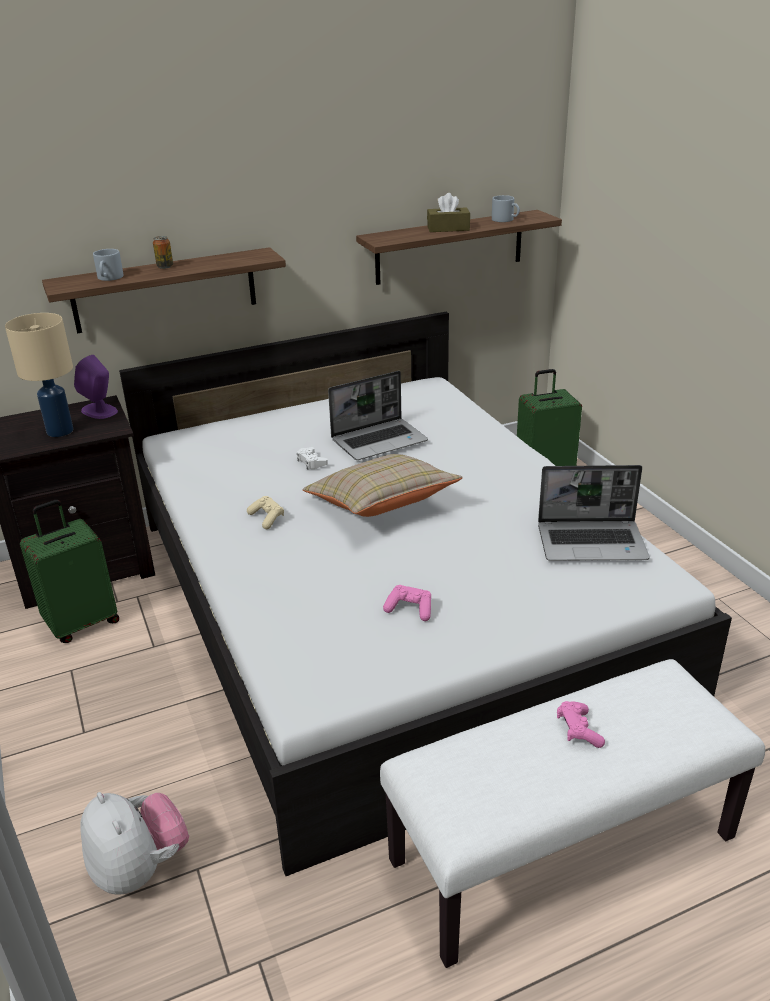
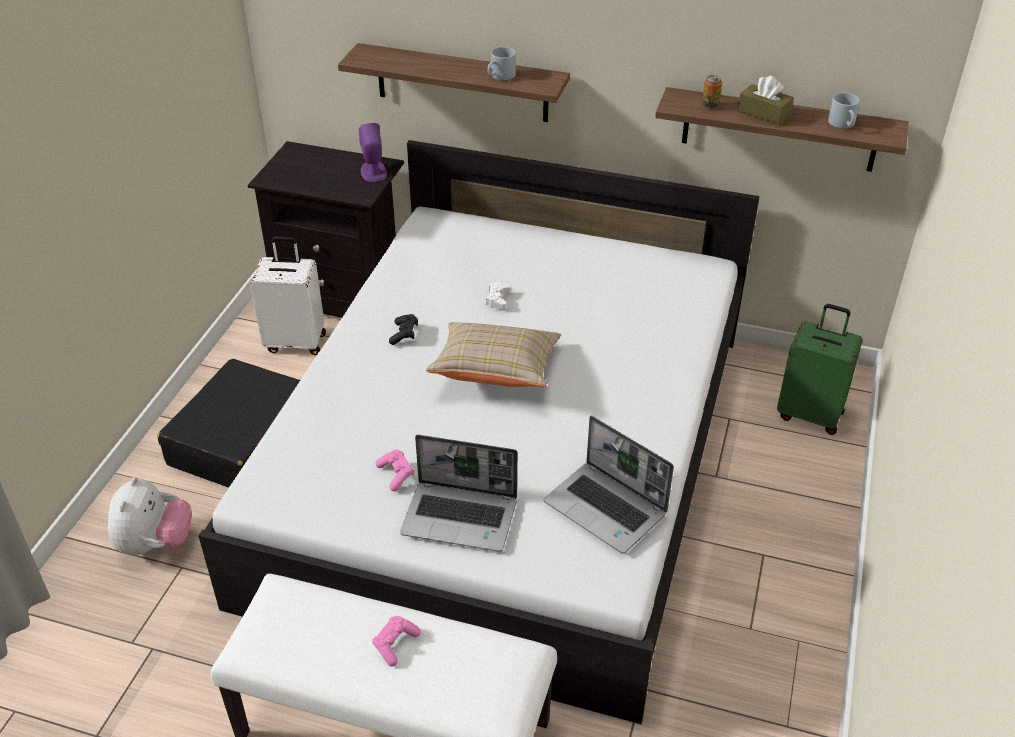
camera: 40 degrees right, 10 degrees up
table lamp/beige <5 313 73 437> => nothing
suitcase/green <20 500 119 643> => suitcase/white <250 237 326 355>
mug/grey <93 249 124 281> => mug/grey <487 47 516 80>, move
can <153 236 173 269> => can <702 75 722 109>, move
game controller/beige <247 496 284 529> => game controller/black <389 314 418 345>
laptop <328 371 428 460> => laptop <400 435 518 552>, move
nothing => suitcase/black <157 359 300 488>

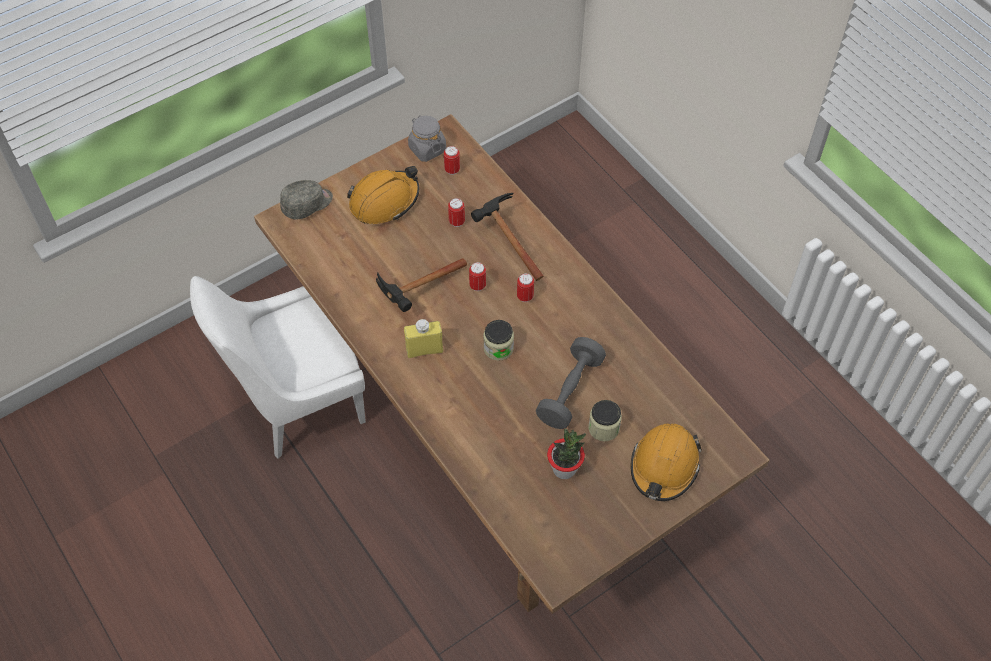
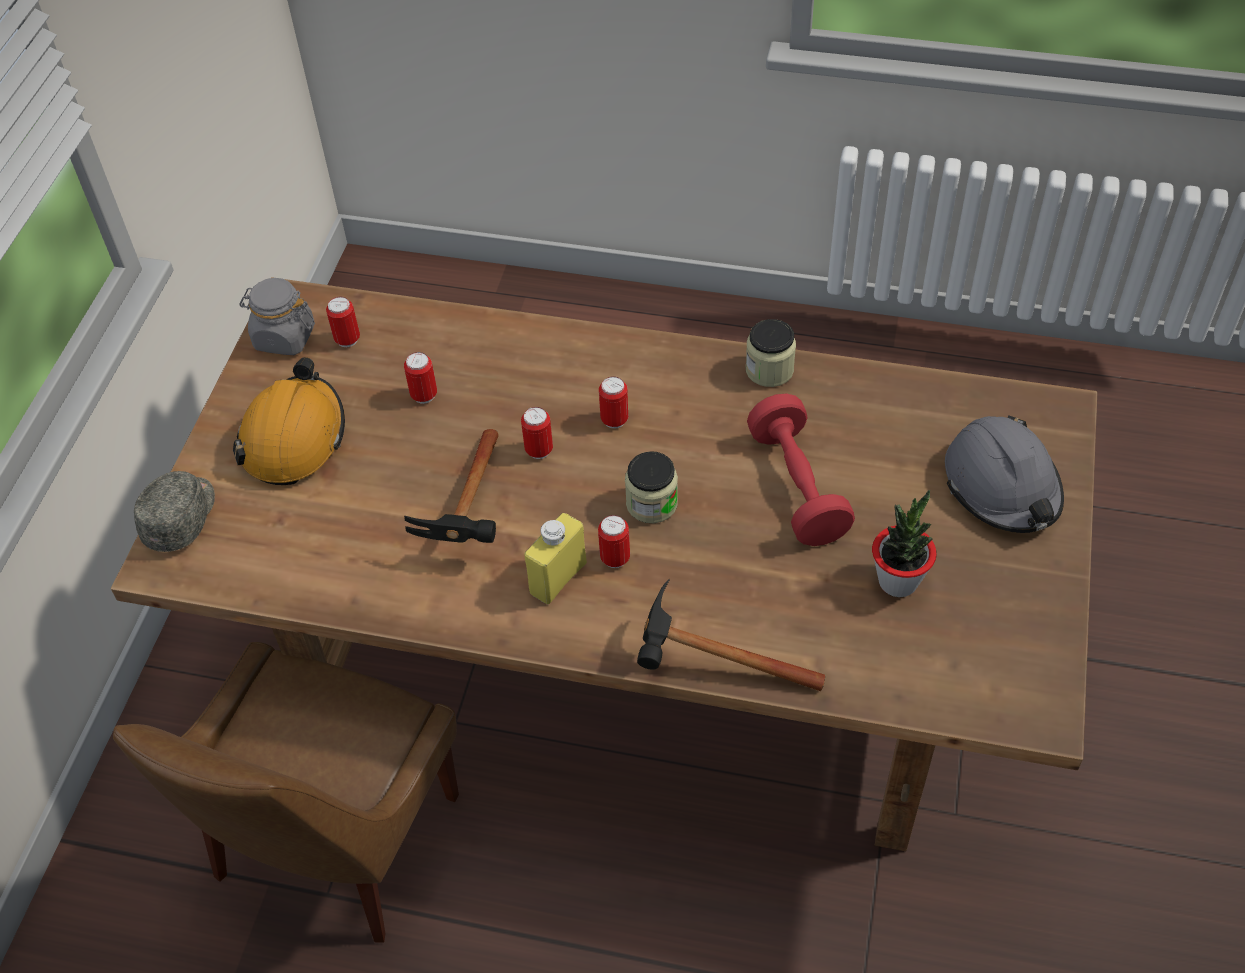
camera: 40 degrees left, 5 degrees down
chair/white <190 276 366 458> => chair/brown <113 642 459 943>
hammer <471 193 543 281> => hammer <637 579 825 691>, move
dumbbell/grey <536 337 606 429> => dumbbell/red <747 394 855 546>
jar <588 400 622 441> => jar <746 319 796 387>, move
hard hat/orange <631 424 702 501> => hard hat/grey <945 416 1064 533>
nothing => can <598 515 630 568>

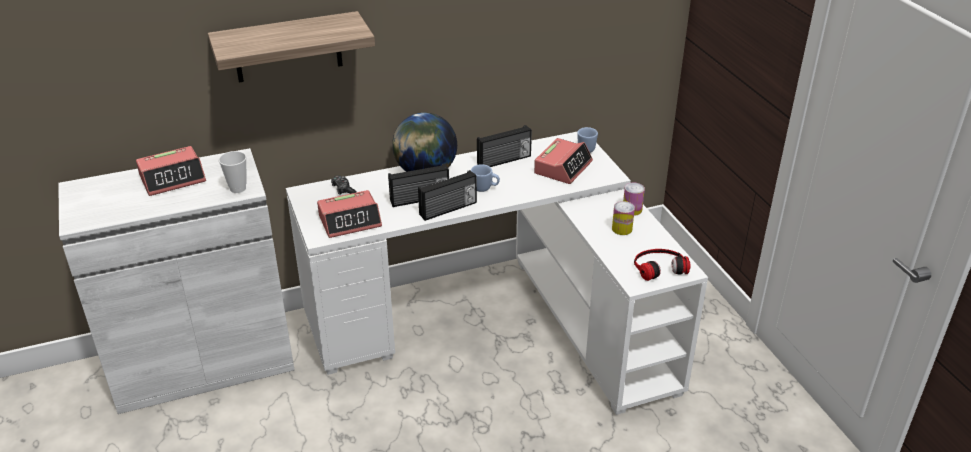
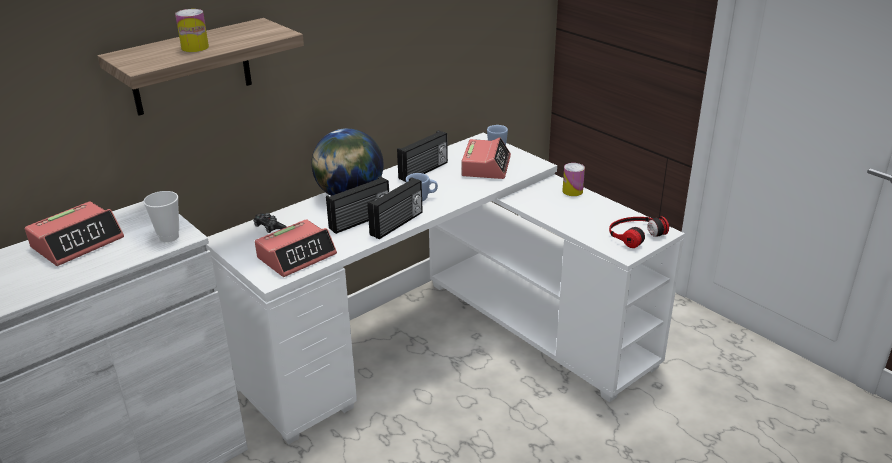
camera: 20 degrees left, 5 degrees down
can <612 201 635 235> => can <175 9 209 52>, move

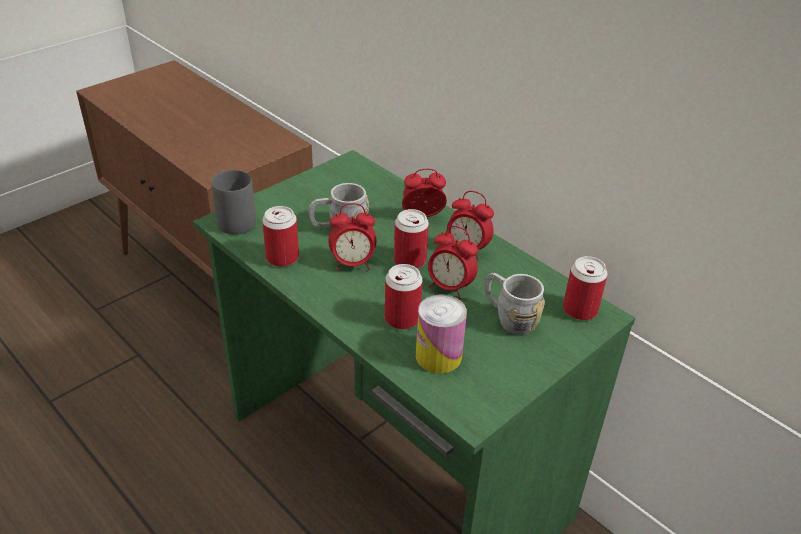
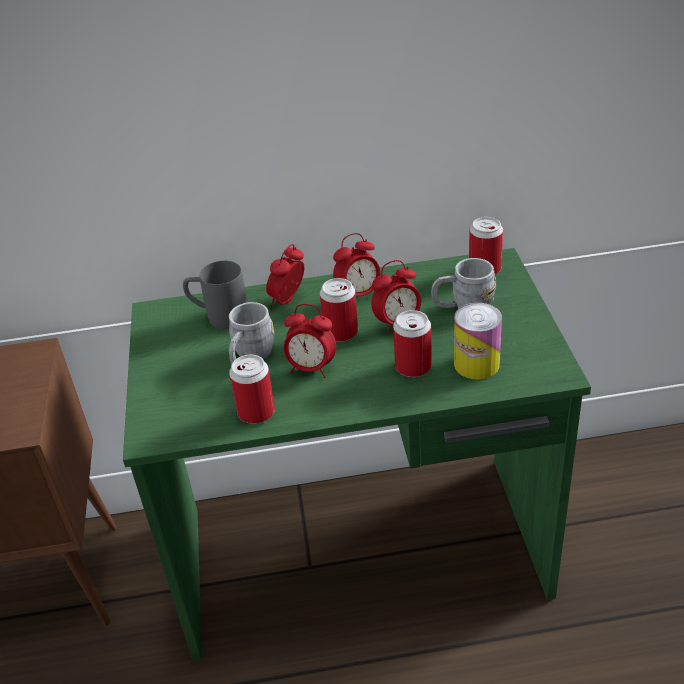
camera: 50 degrees left, 0 degrees up
mug/grey <212 170 256 234> => mug/grey <183 261 248 329>, move
alarm clock <328 203 376 271> => alarm clock <284 304 336 378>, 75 degrees clockwise

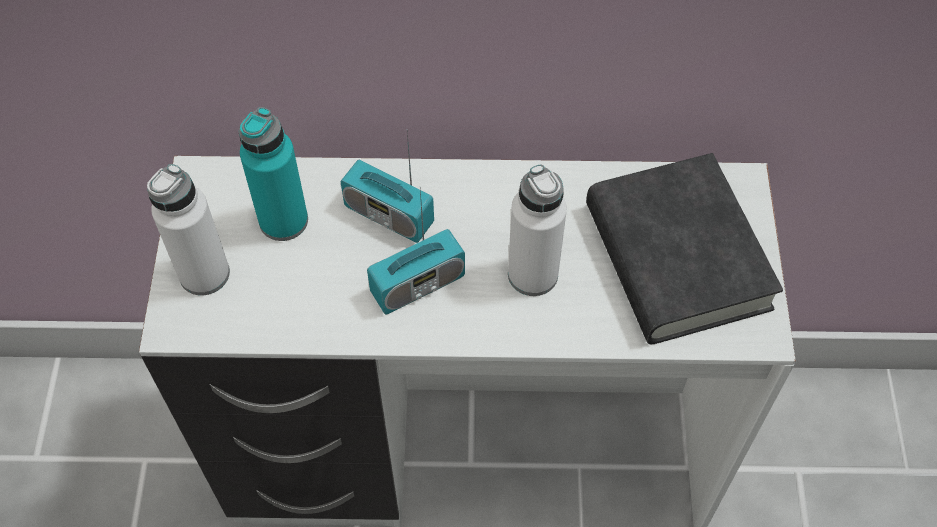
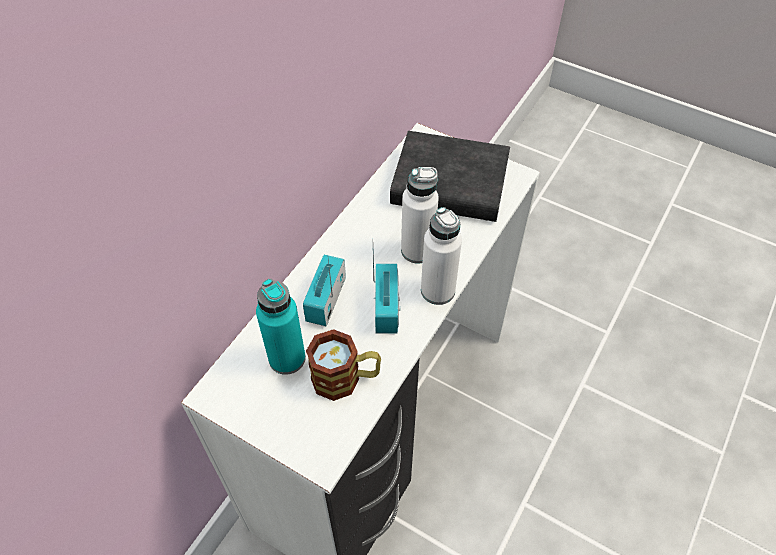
camera: 60 degrees left, 5 degrees down
bottle/white <147 164 230 295> => bottle/white <421 207 462 305>, move
radio <341 129 434 243> => radio <303 254 346 326>, 135 degrees clockwise
nothing => mug <306 329 381 401>

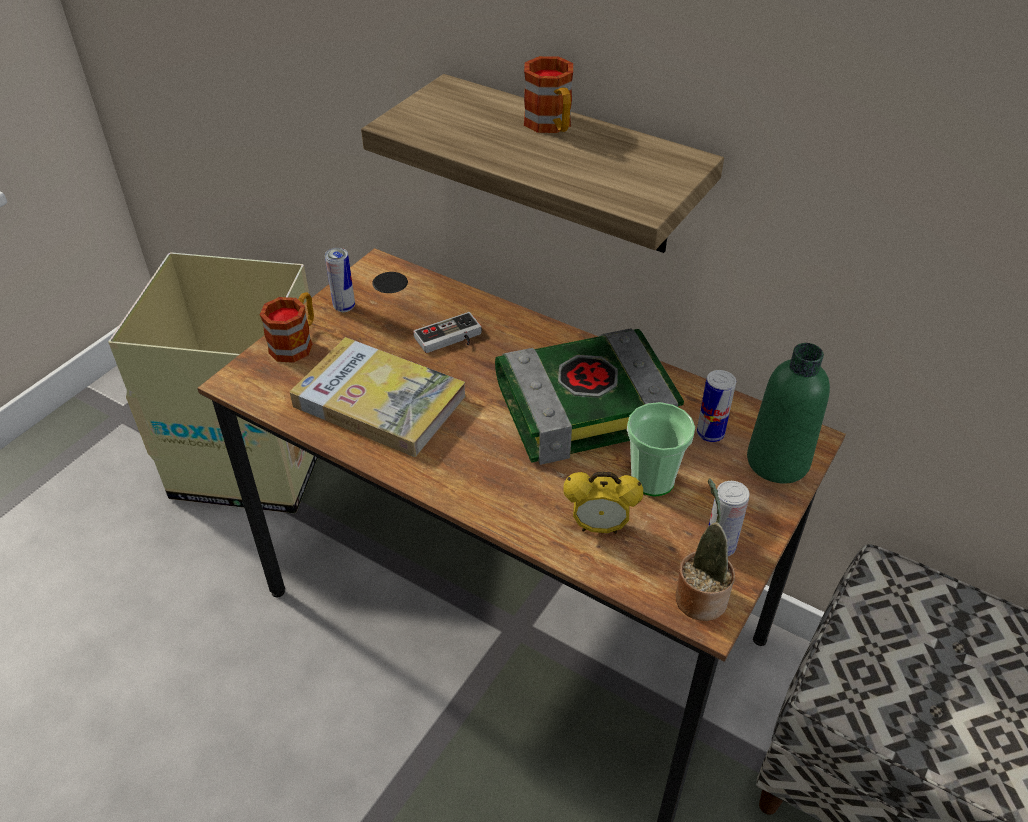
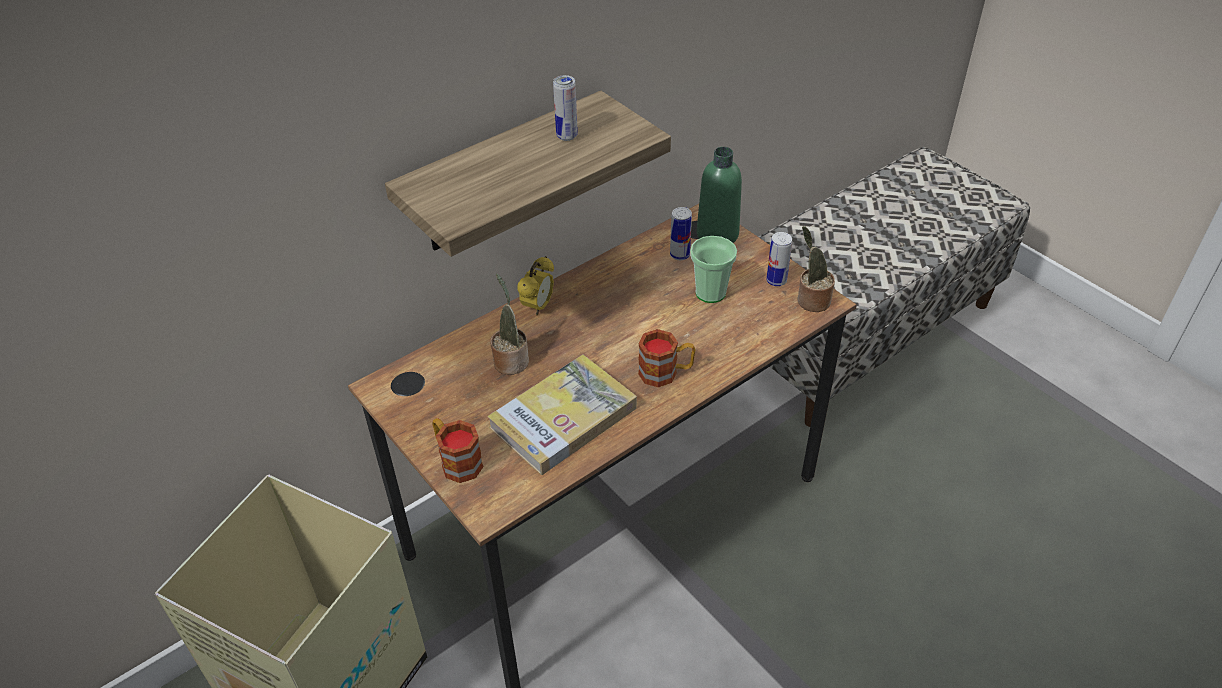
camera: 70 degrees left, 0 degrees up
can <325 248 355 312> => can <553 75 578 141>, move
game controller <413 312 482 353> => potted plant <490 274 529 375>
book <495 328 684 465> => nothing
mug <524 56 573 133> => mug <638 329 695 387>, move
alarm clock <563 472 643 534> => alarm clock <518 256 554 315>, move

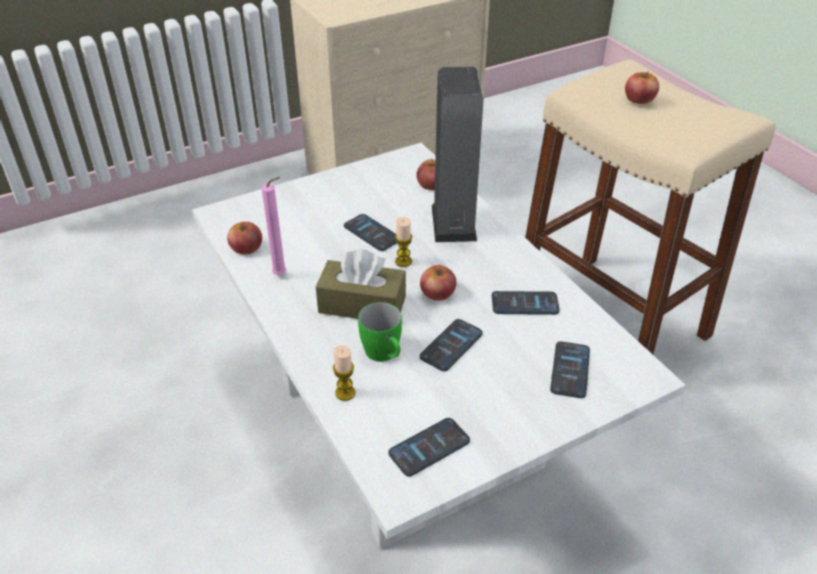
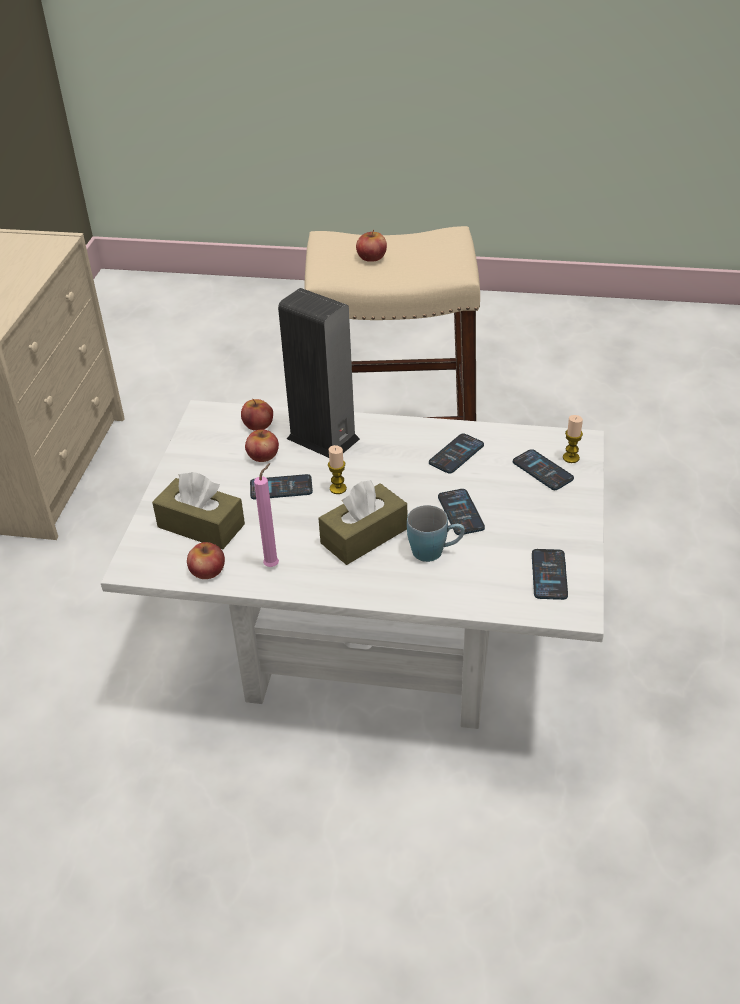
camera: 50 degrees left, 0 degrees up
candle <333 345 356 401> => candle <563 415 583 463>, move
mug/green <358 302 402 362> => mug/blue <407 505 465 562>
apple <420 265 456 301> => apple <245 429 279 462>, move
nothing => tissue box/brown <152 472 245 549>

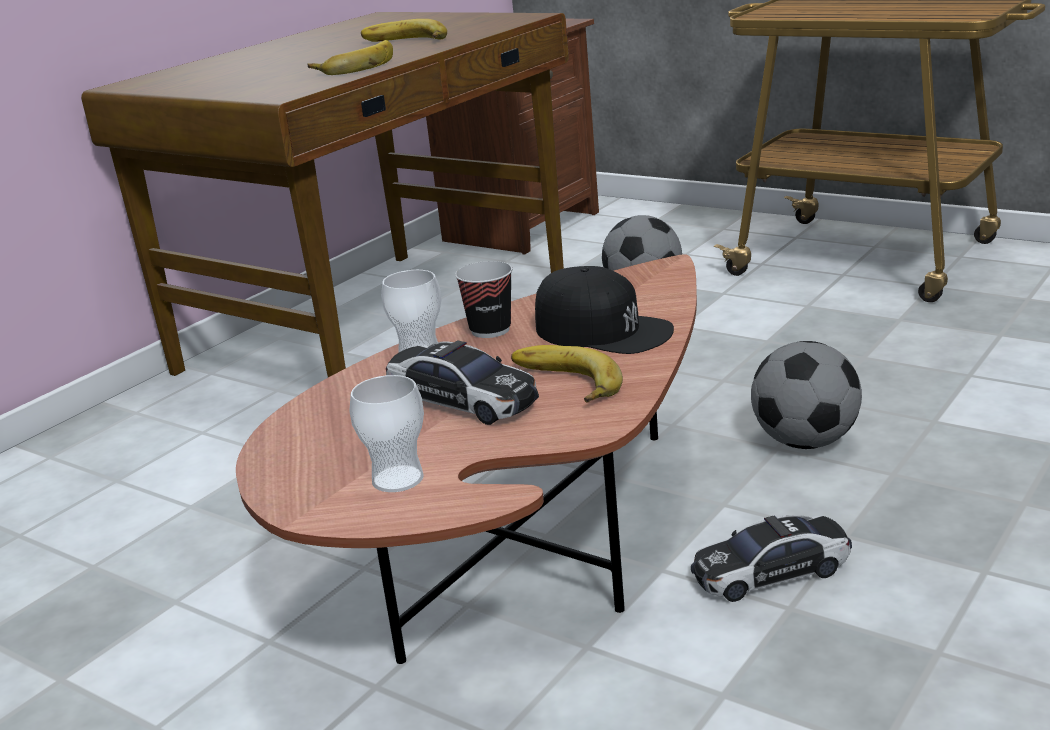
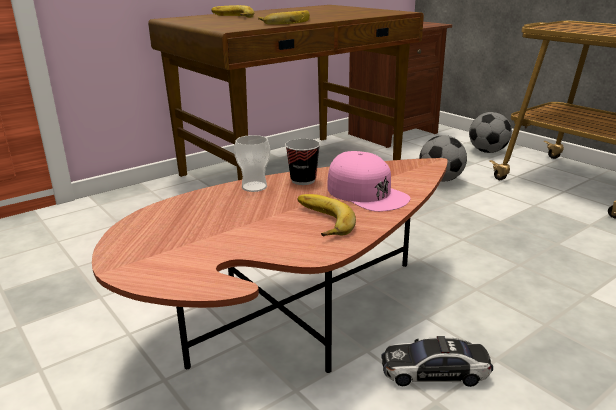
camera: 15 degrees right, 0 degrees up
cup <350 375 424 492> => nothing
banana <361 19 447 42> => banana <211 5 254 18>, move
toy car <386 340 539 425> => nothing
cap/black <535 266 674 354> => cap/pink <327 151 411 212>
football <751 341 862 449> => football <469 112 512 153>, move

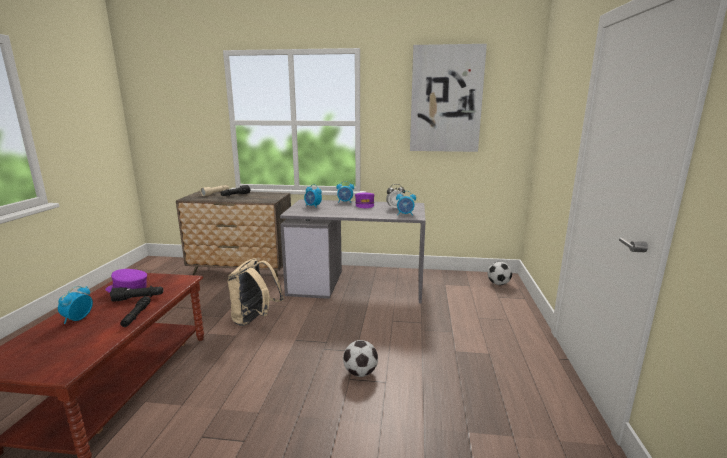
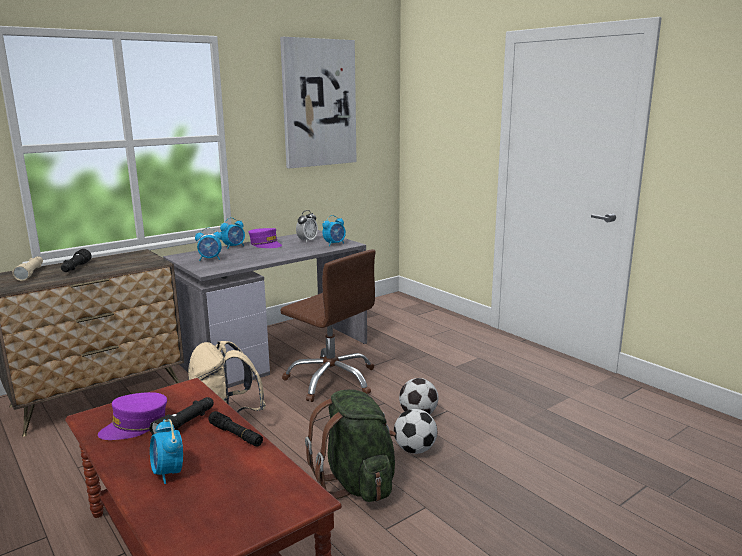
camera: 45 degrees left, 0 degrees up
football <487 262 512 285> => football <394 409 437 454>, move
nothing => office chair/brown <280 249 376 402>
nothing => backpack/green <305 389 396 502>

